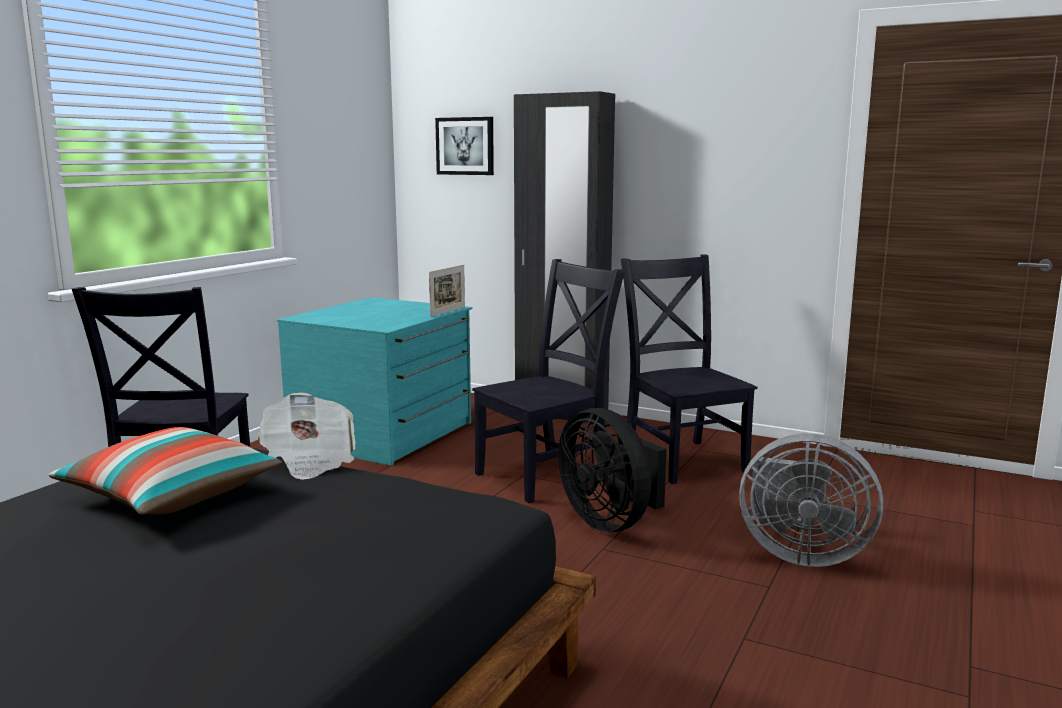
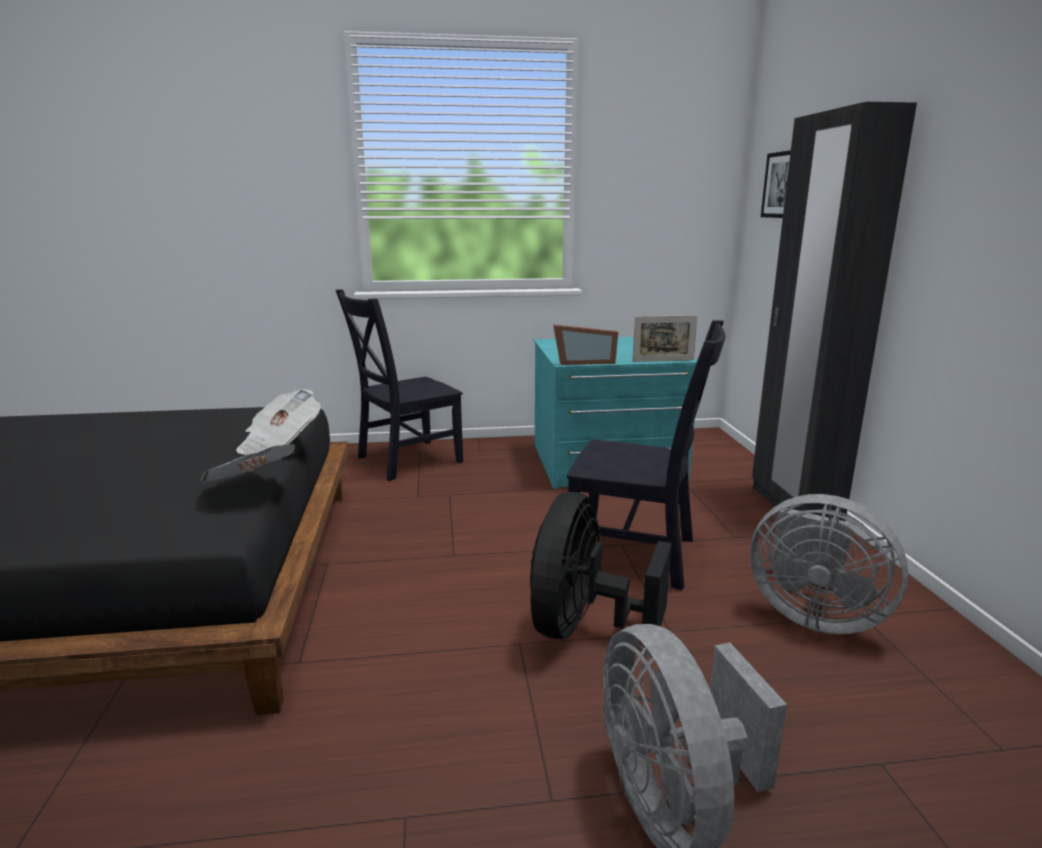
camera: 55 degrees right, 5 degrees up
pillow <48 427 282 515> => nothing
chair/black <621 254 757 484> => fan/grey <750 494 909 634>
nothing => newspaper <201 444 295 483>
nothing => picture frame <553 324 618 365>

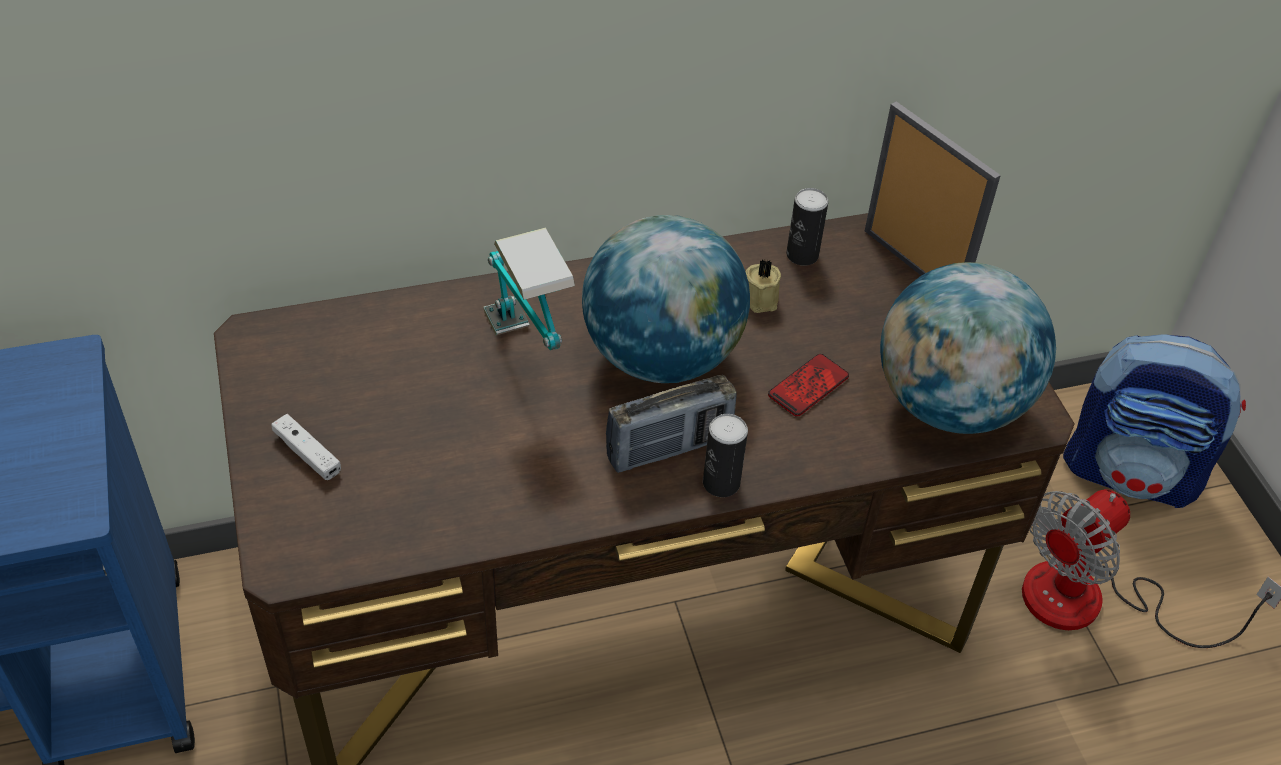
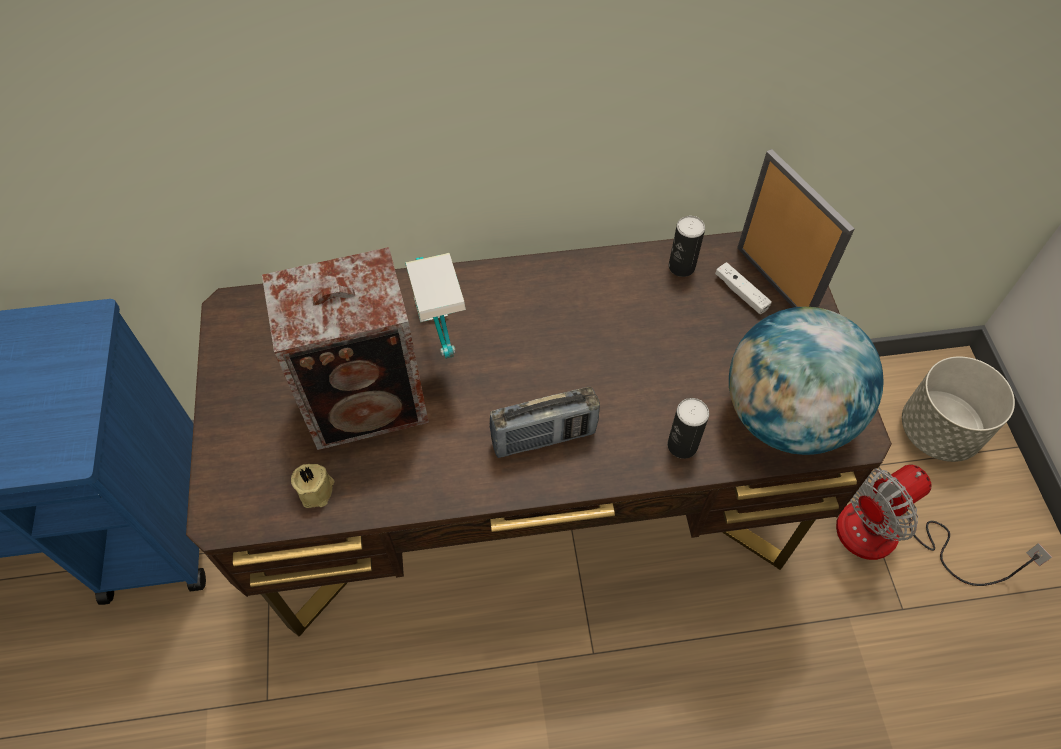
camera: 10 degrees right, 10 degrees up
game controller/white <271 414 341 480> => game controller/white <715 262 772 314>, move
globe <582 215 750 383> => nothing
can <703 414 748 497> => can <667 398 709 459>, move
candle/beige <746 259 781 313> => candle/beige <291 464 335 508>, move
phone <768 354 849 417> => nothing
backpack <1063 334 1246 508> => planter/grey <902 356 1015 462>
nothing => speaker <262 247 429 450>

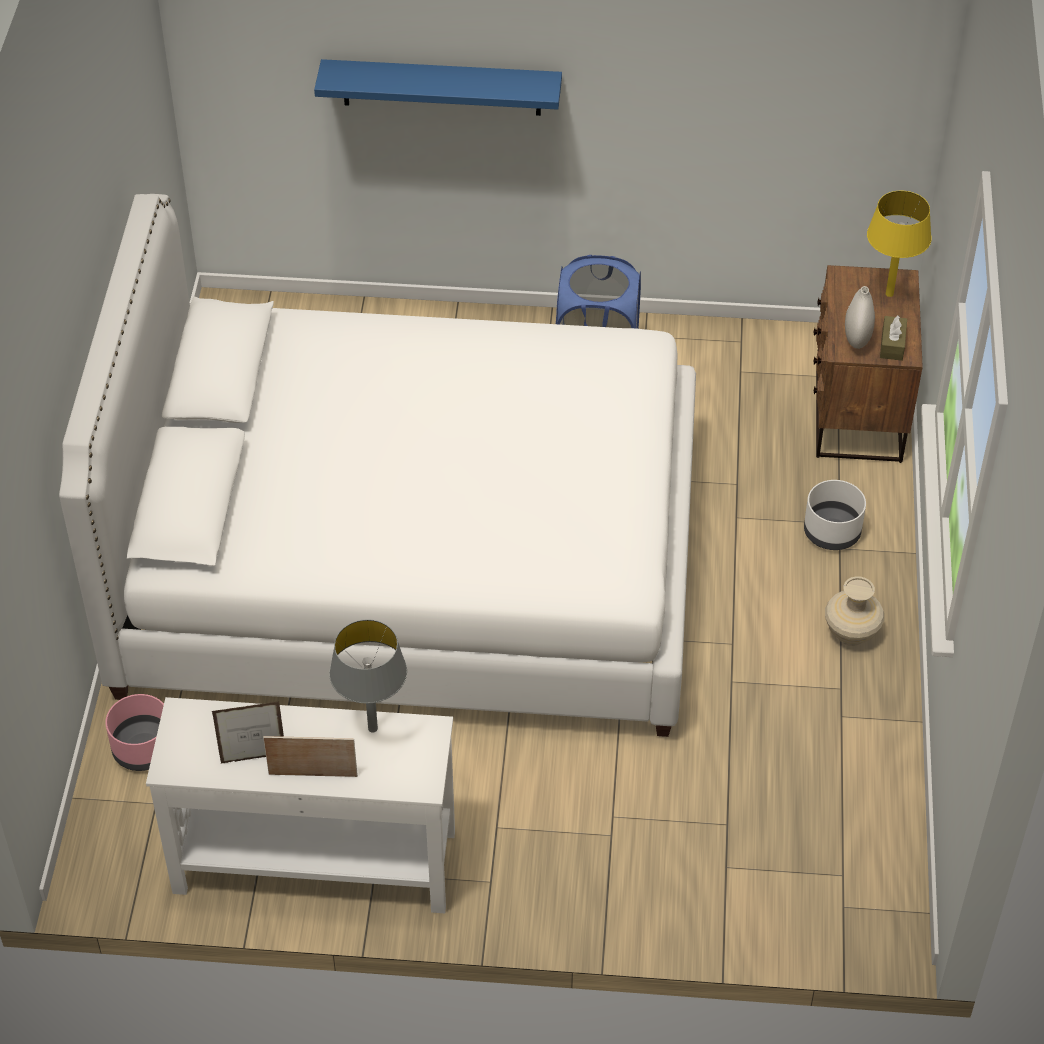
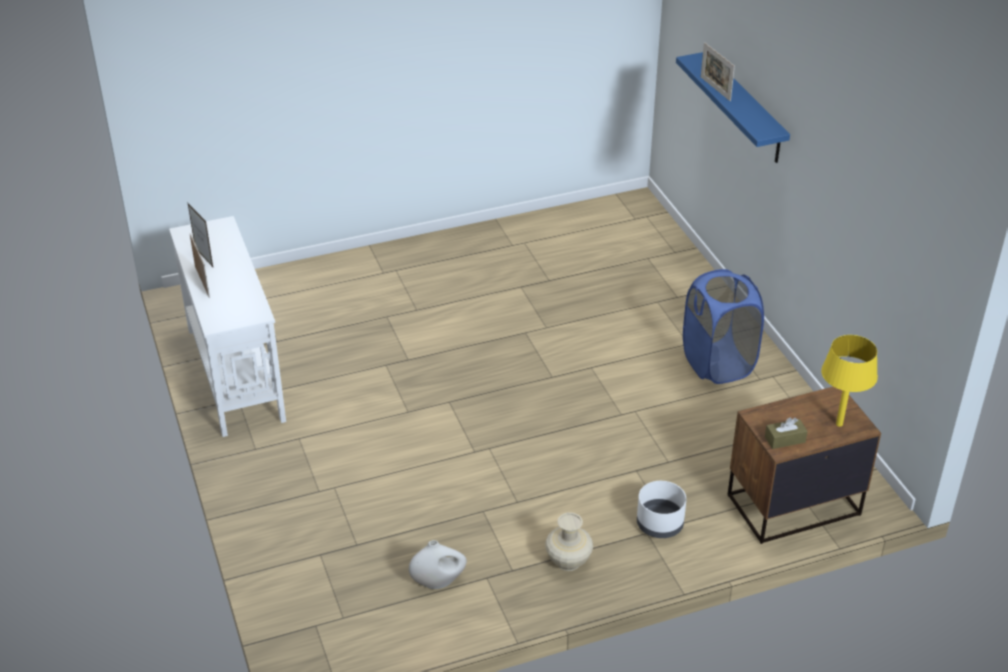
camera: 65 degrees right, 10 degrees down
bed/white <59 194 696 737> => nothing
planter/pink <105 694 164 771> => nothing
table lamp/grey <329 619 407 732> => nothing
vase/white <845 286 875 349> => vase/white <409 540 467 589>, move
nothing => picture frame <701 42 735 101>

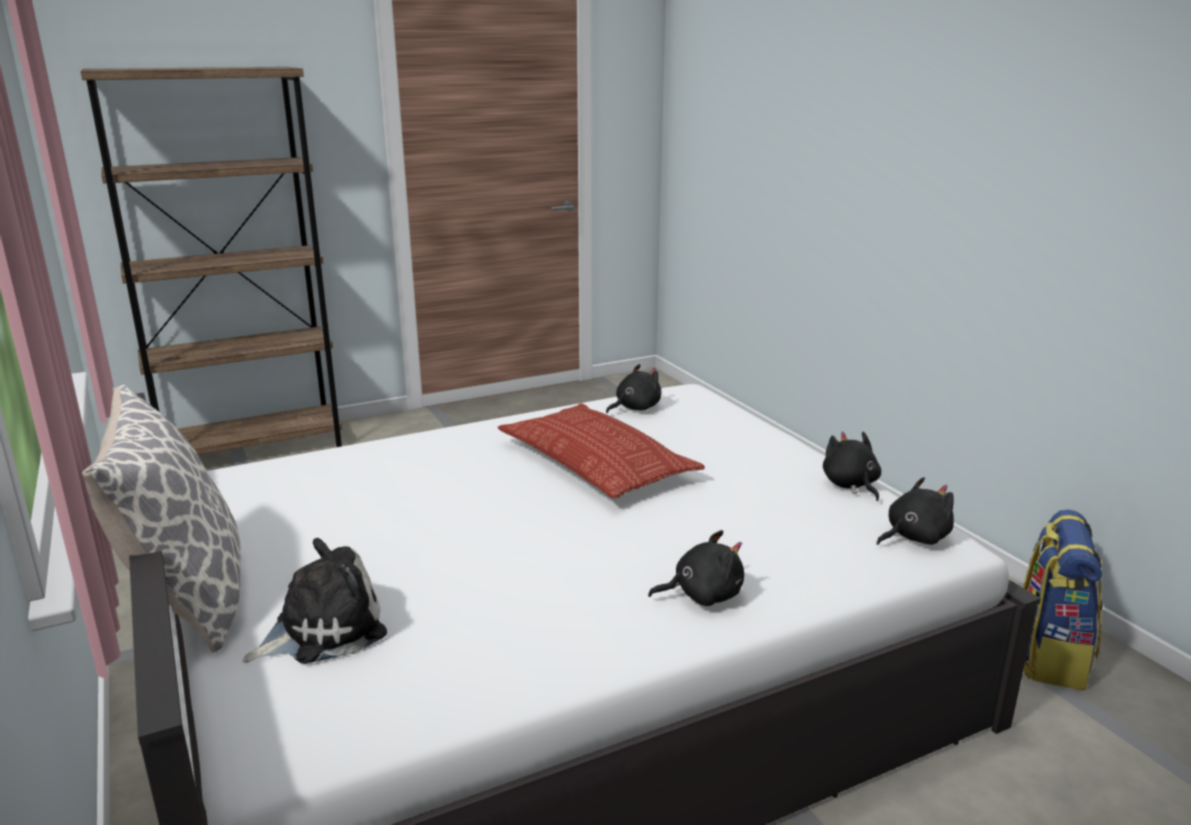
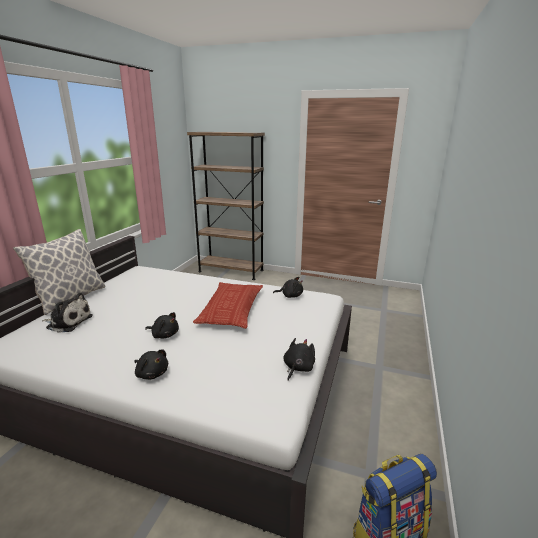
camera: 45 degrees right, 0 degrees up
plush toy/black <877 477 954 545> => plush toy/black <145 312 179 338>, move

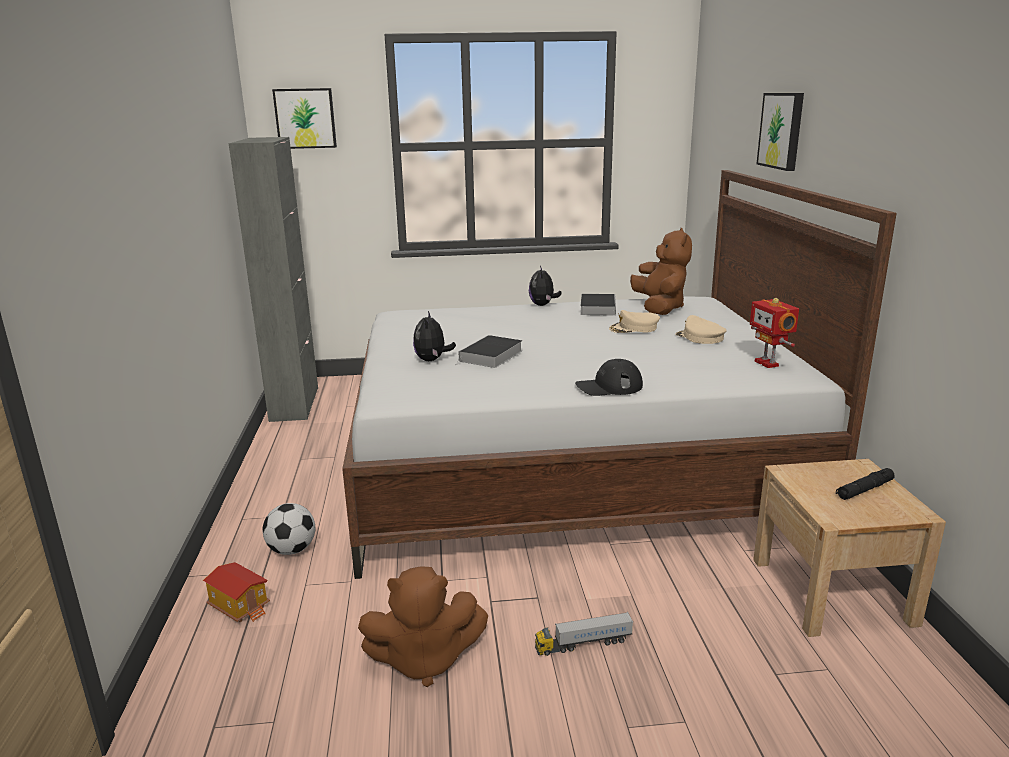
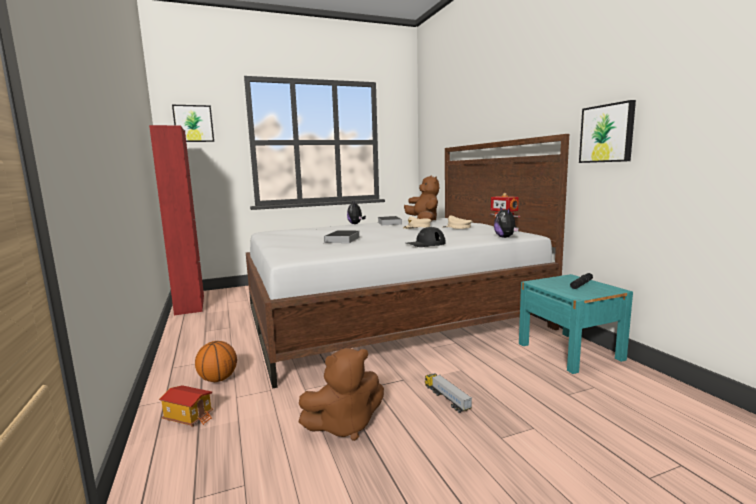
camera: 15 degrees left, 10 degrees down
cabinet/grey <229 137 318 422> => cabinet/red <149 125 204 315>
football <262 503 315 555> => basketball <195 341 237 382>
plush toy <413 311 456 361> => plush toy <494 207 519 238>, move
toy truck <535 612 633 656> => toy truck <425 373 472 413>, 90 degrees clockwise
nightstand/beige <753 459 946 637> => nightstand/turquoise <519 274 633 374>
picture <757 93 804 171> => picture <579 100 636 163>, move

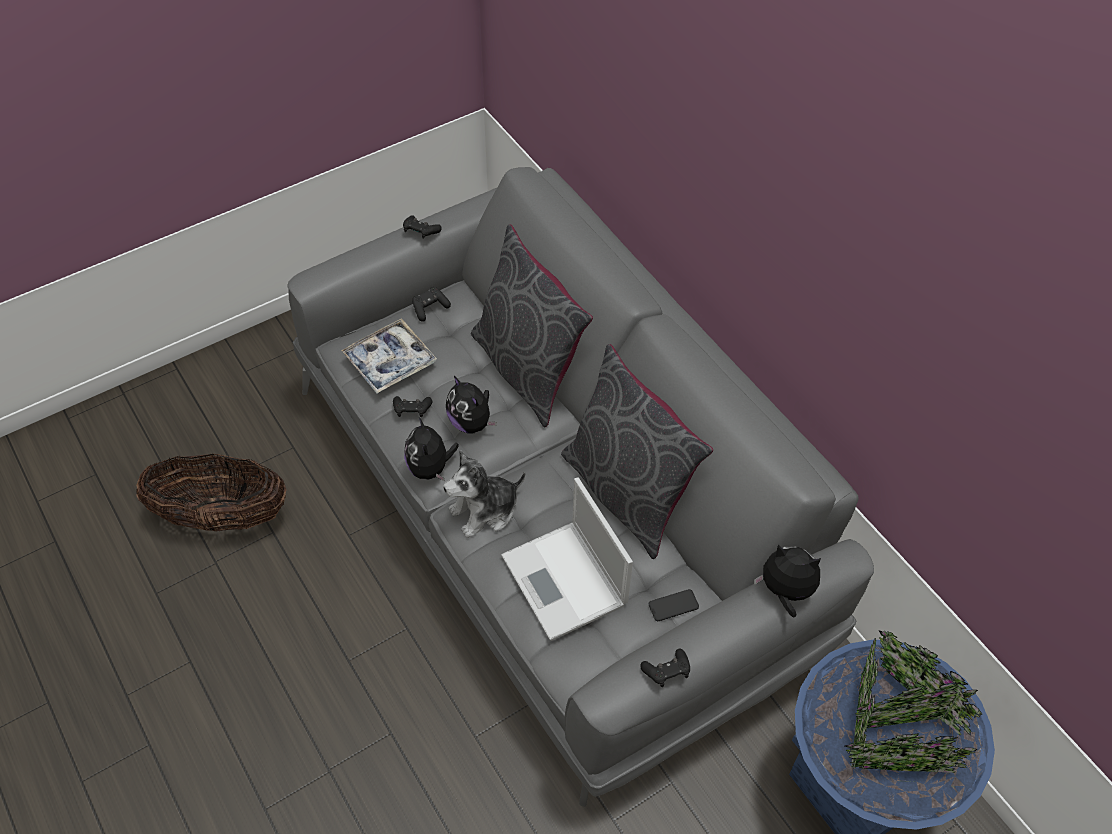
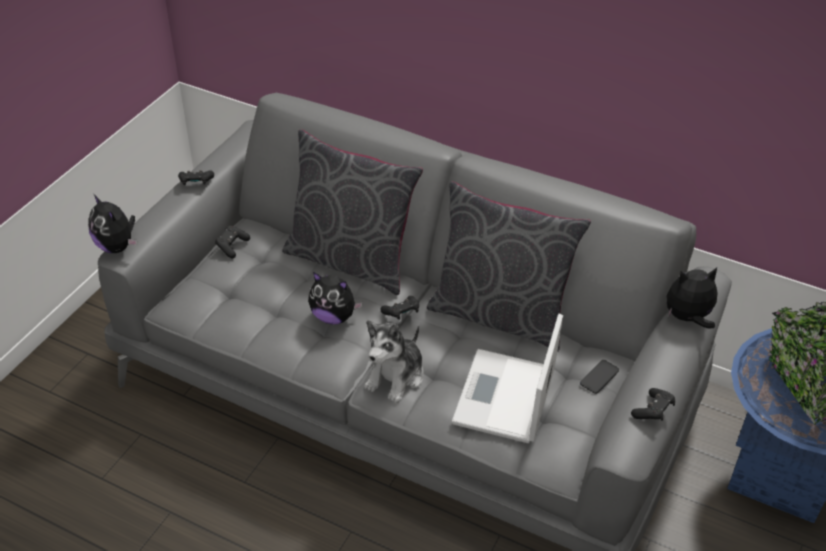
camera: 30 degrees left, 10 degrees down
basket <136 454 287 532> => nothing
tray <341 318 437 393> => nothing
game controller/black <393 396 432 417> => game controller/black <381 296 419 320>, move
plush toy <404 417 459 481> => plush toy <88 194 138 253>, move
laptop <501 478 633 641> => laptop <452 314 563 443>, 75 degrees clockwise

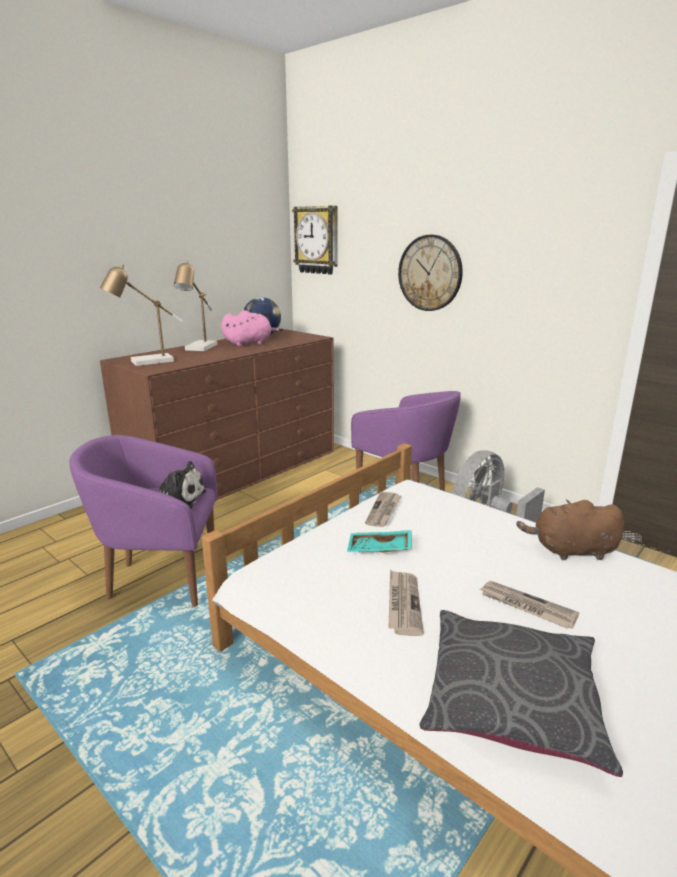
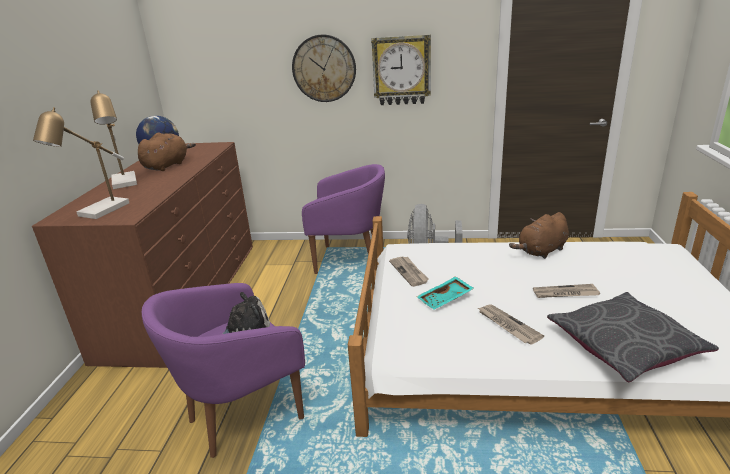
camera: 35 degrees left, 5 degrees up
plush toy/pink <221 310 282 346> => plush toy/brown <138 133 196 171>
wall clock <292 206 337 275> => wall clock <371 35 431 105>, move

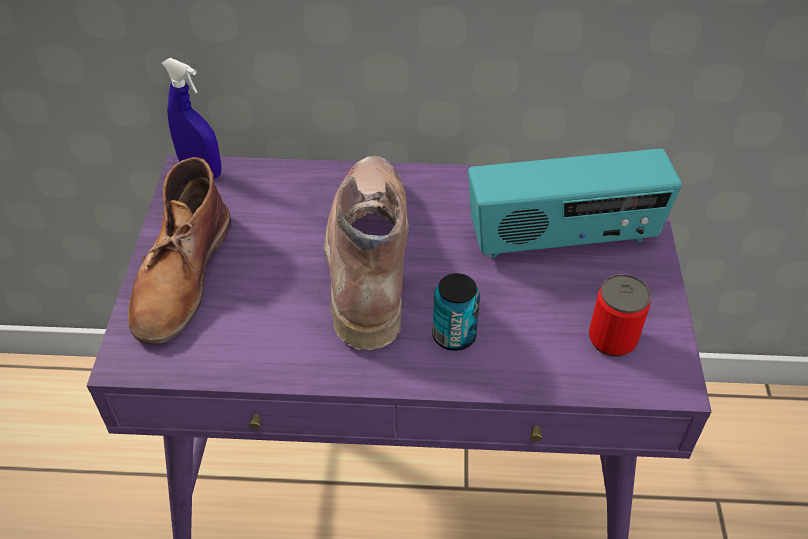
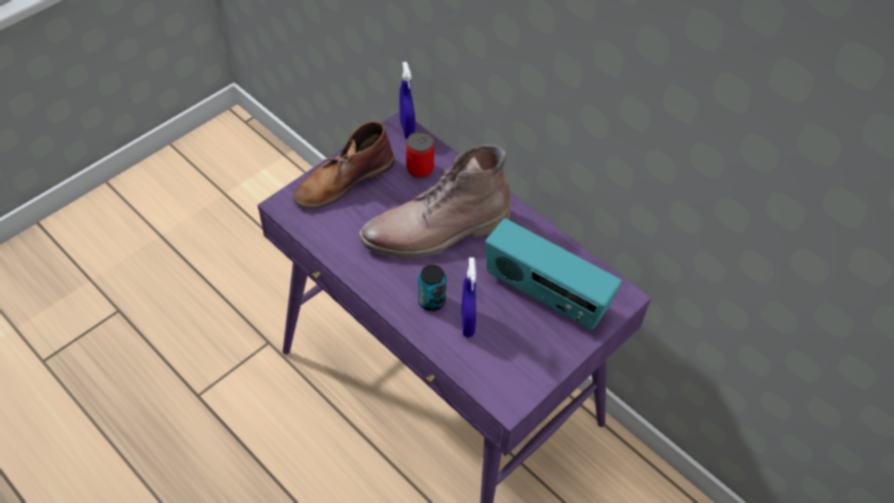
camera: 40 degrees right, 5 degrees up
boot/brown <324 156 409 350> => boot/brown <359 144 511 259>, 150 degrees counterclockwise
can <589 274 651 357> => can <406 131 434 178>, move
nothing => spray bottle/blue <461 257 476 337>

